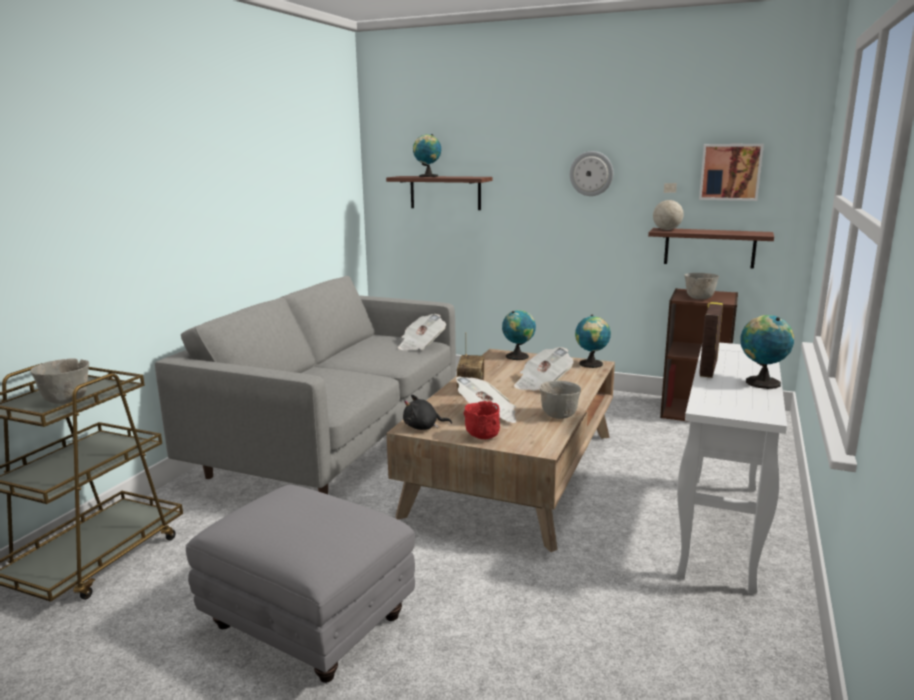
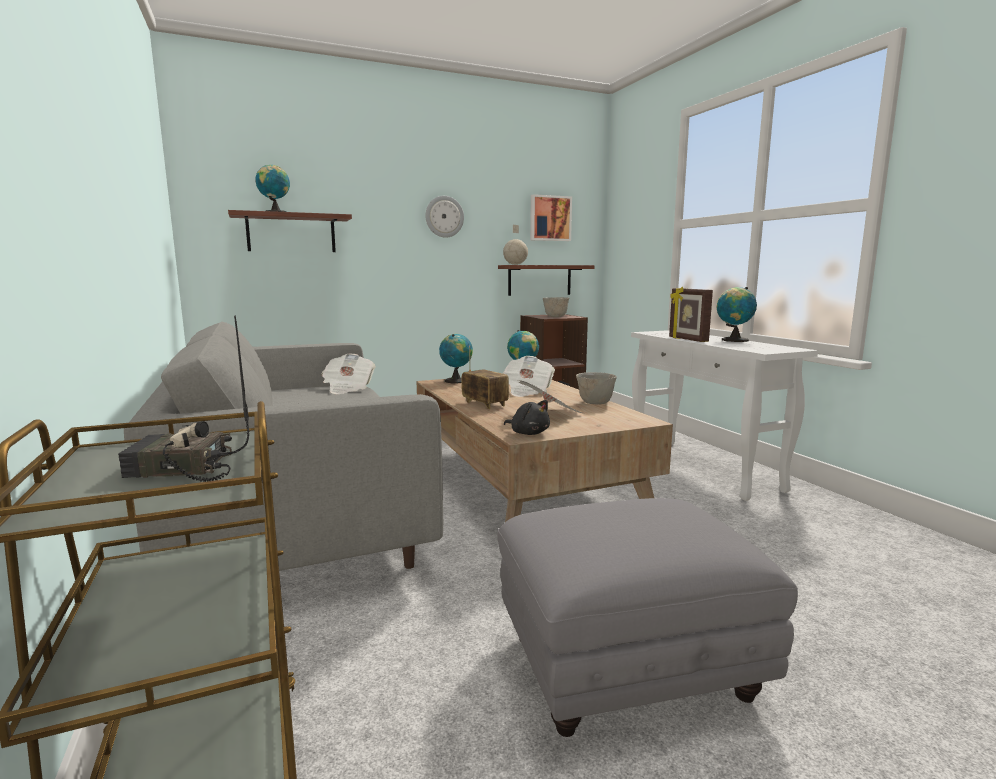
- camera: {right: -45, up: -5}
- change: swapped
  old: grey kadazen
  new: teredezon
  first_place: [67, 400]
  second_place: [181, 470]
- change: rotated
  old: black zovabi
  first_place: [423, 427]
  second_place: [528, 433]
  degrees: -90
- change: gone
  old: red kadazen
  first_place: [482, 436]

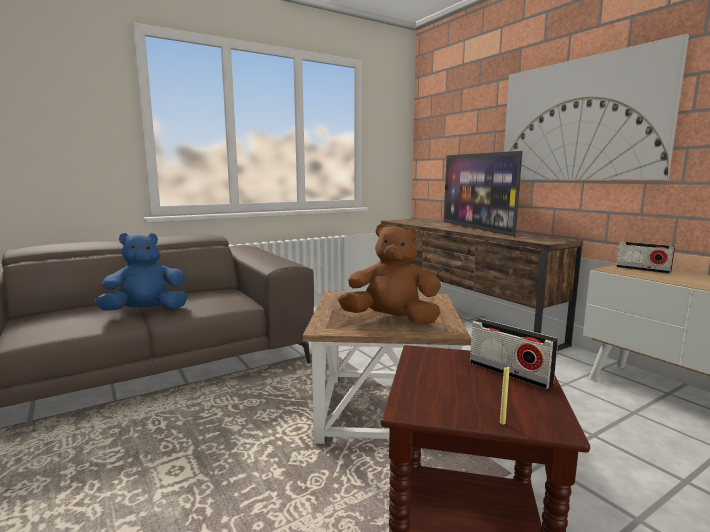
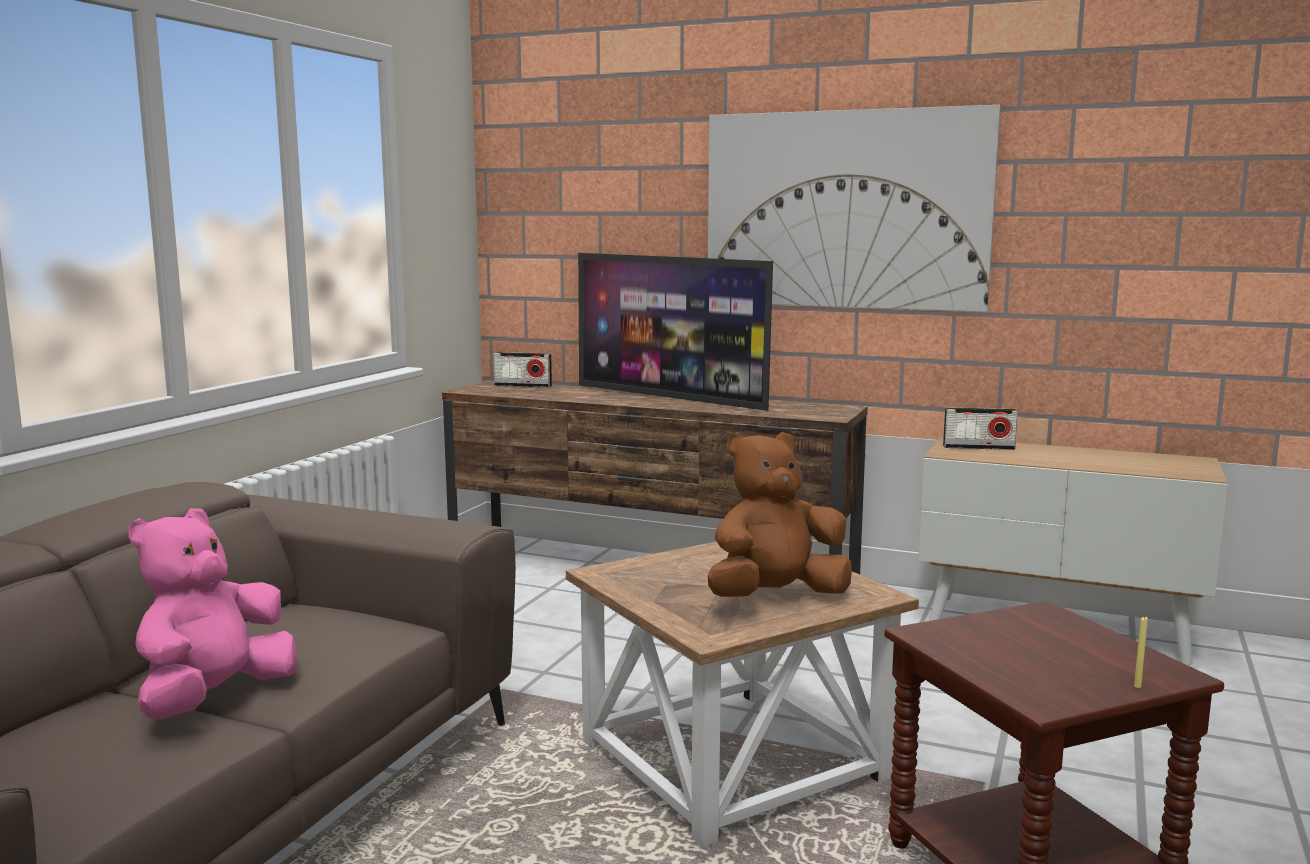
- camera: {right: -35, up: 0}
- change: repainted
  old: blue zovabi
  new: pink zovabi
  first_place: [146, 311]
  second_place: [214, 699]
- change: shifted
  old: teredezon
  first_place: [509, 373]
  second_place: [523, 386]

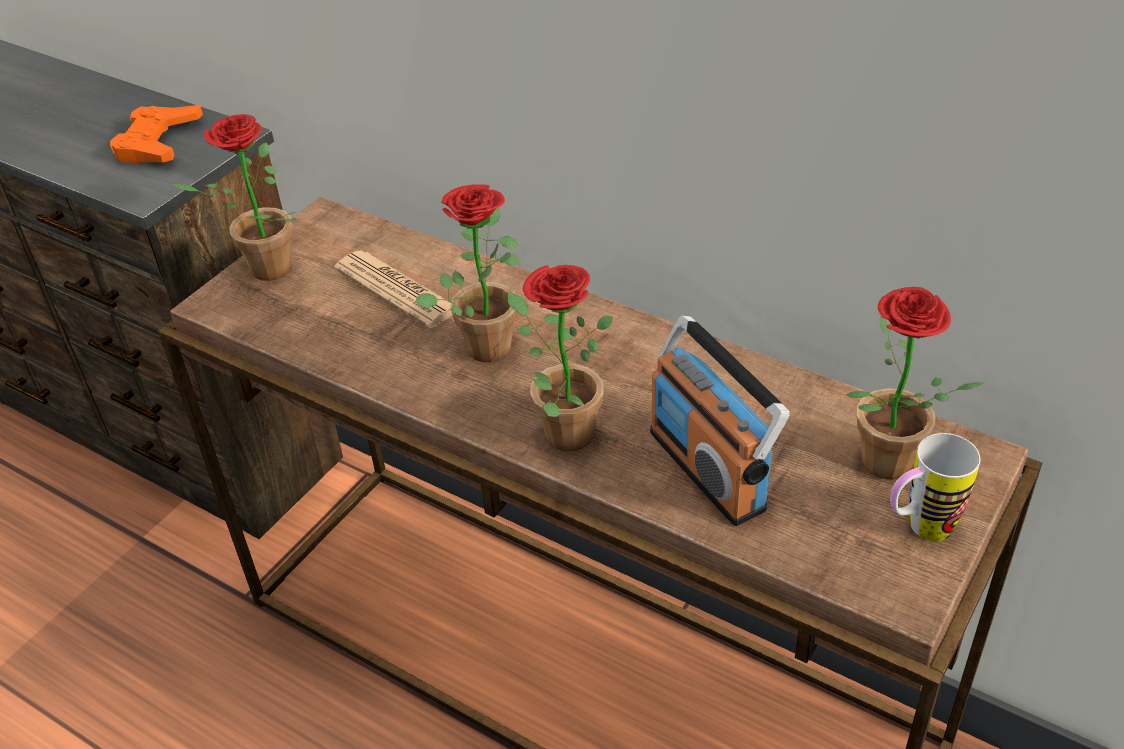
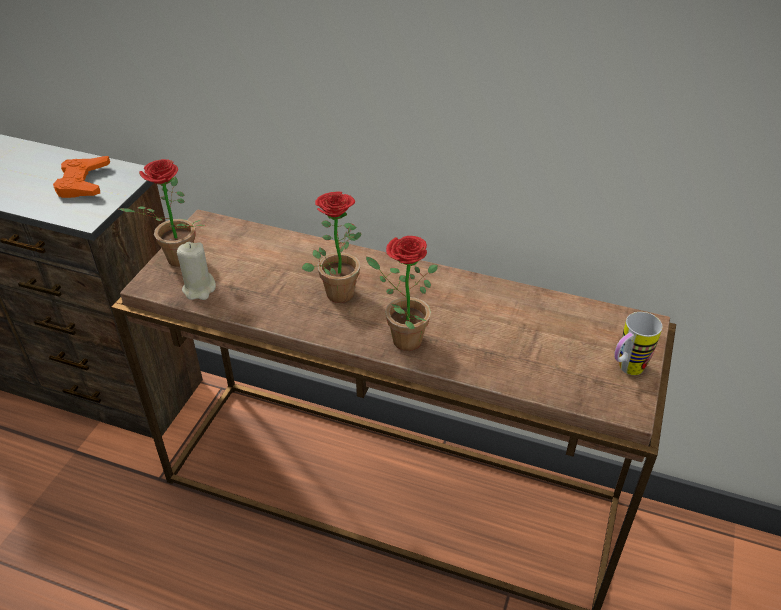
- camera: {right: -15, up: 0}
- change: gone
  old: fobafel
  first_place: [396, 290]
- change: gone
  old: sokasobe
  first_place: [885, 469]
- change: gone
  old: teredezon
  first_place: [708, 469]
- change: new
  new: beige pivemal
  second_place: [199, 289]

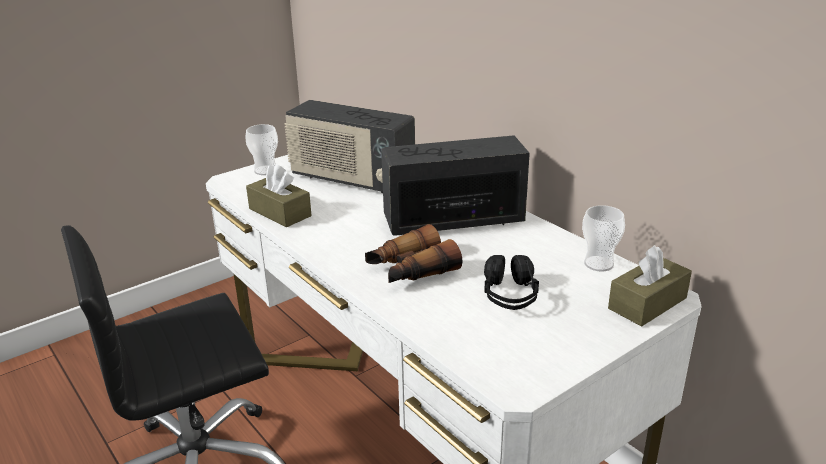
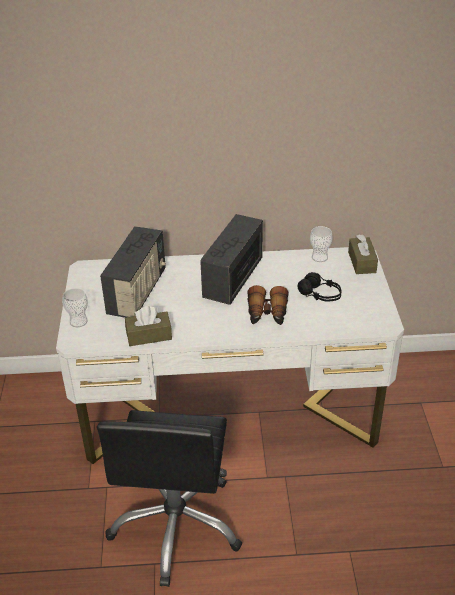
- camera: {right: -55, up: 10}
- change: rotated
  old: teredezon
  first_place: [351, 180]
  second_place: [138, 293]
  degrees: -45

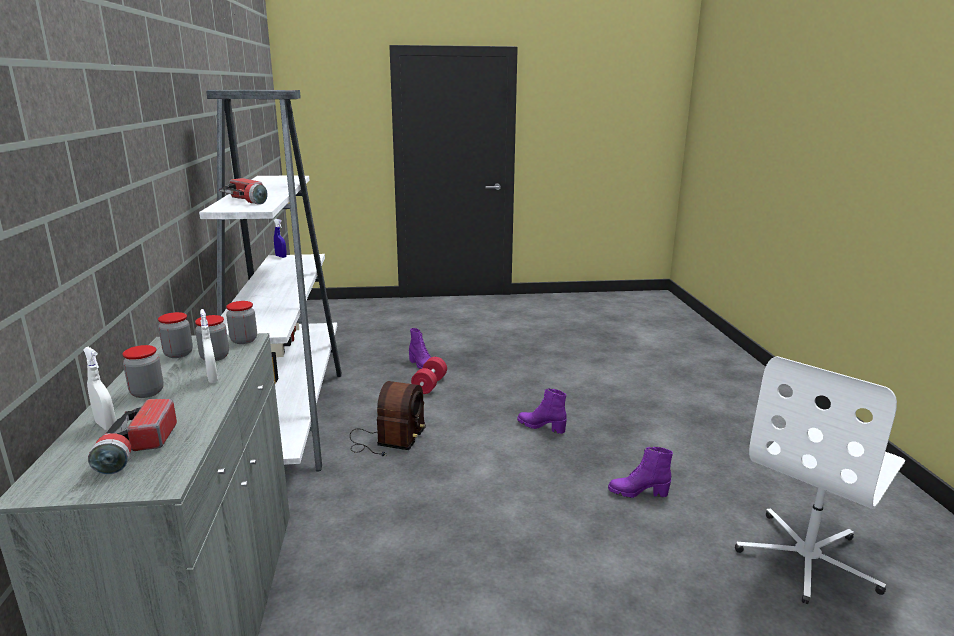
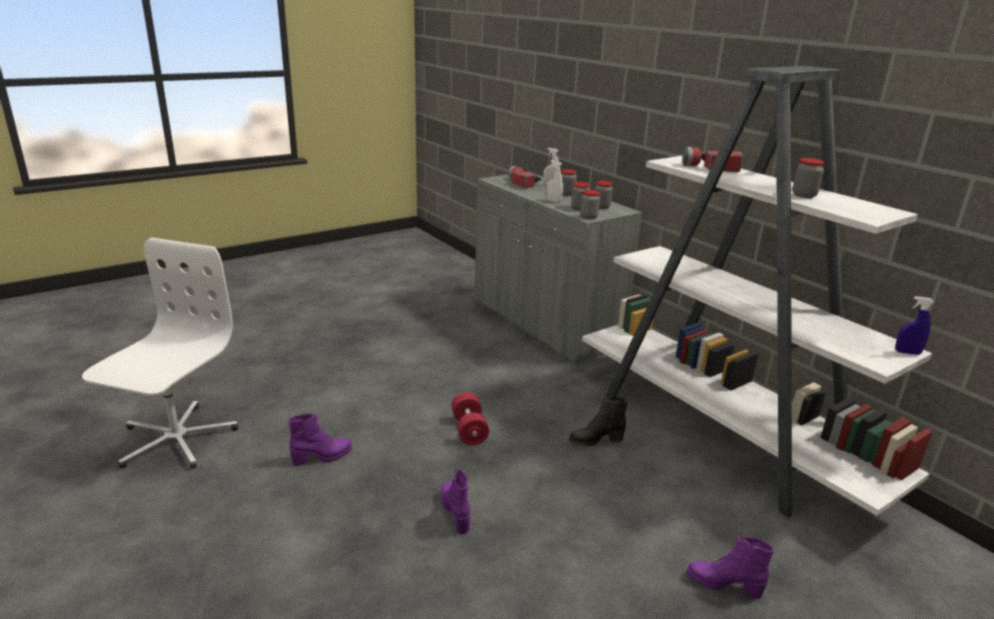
- camera: {right: 150, up: 5}
- change: shifted
  old: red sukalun
  first_place: [429, 385]
  second_place: [469, 430]
- change: swapped
  old: teredezon
  new: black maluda
  first_place: [387, 439]
  second_place: [596, 440]
- change: rotated
  old: purple maluda
  first_place: [541, 426]
  second_place: [456, 511]
  degrees: -105
- change: new
  new: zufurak
  second_place: [804, 195]

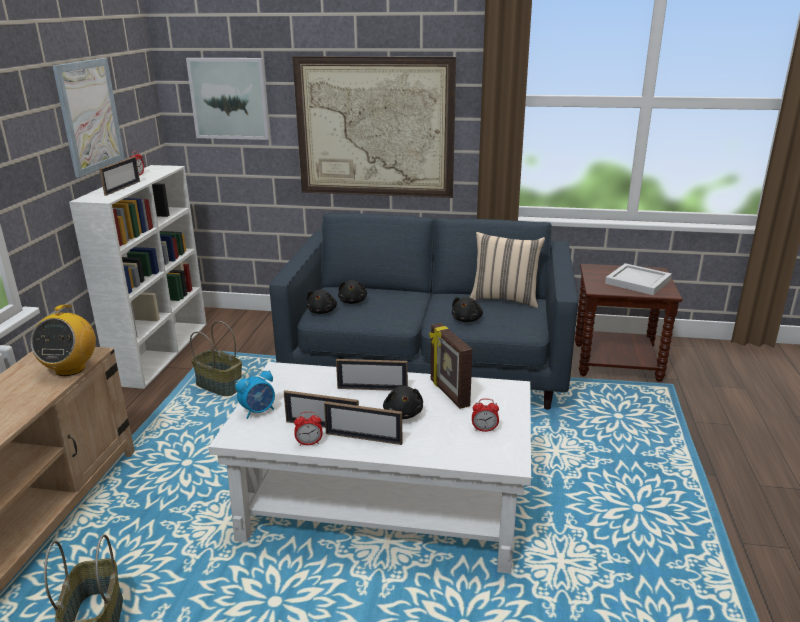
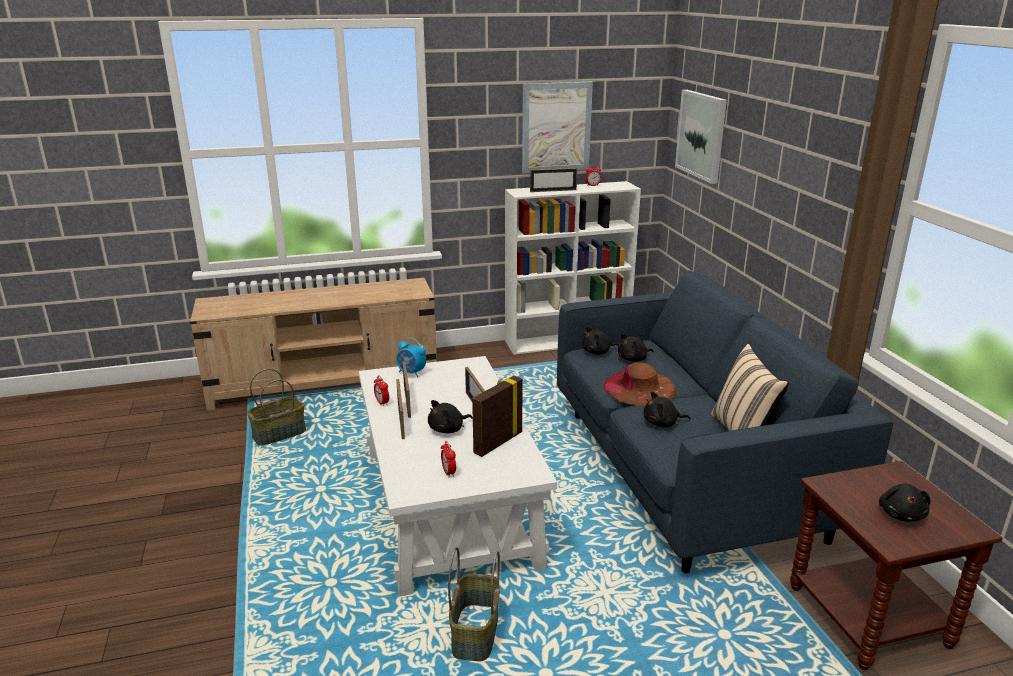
- camera: {right: 65, up: 0}
- change: gone
  old: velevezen
  first_place: [375, 128]
- change: swapped
  old: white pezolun
  new: black zovabi
  first_place: [637, 281]
  second_place: [901, 514]
- change: gone
  old: teredezon
  first_place: [70, 369]
- change: shifted
  old: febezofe
  first_place: [220, 386]
  second_place: [476, 634]
- change: new
  new: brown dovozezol
  second_place: [639, 388]

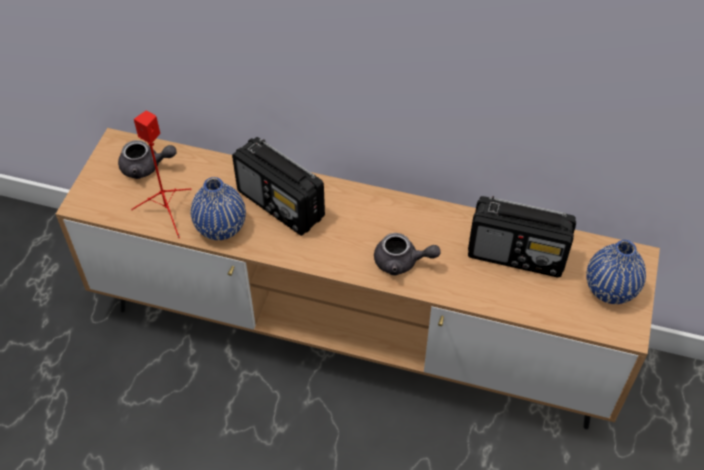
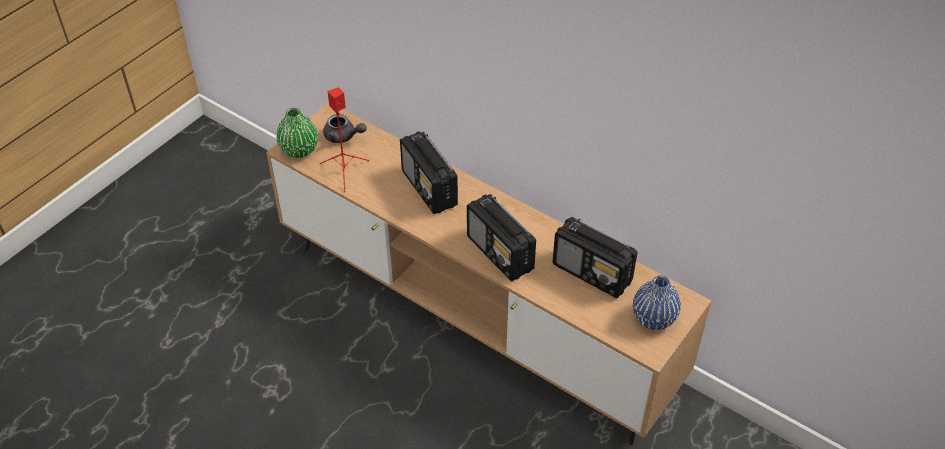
- camera: {right: 20, up: -5}
- change: gone
  old: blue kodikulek
  first_place: [221, 227]
- change: swapped
  old: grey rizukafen
  new: teredezon
  first_place: [402, 262]
  second_place: [500, 253]
- change: new
  new: green kodikulek
  second_place: [299, 150]

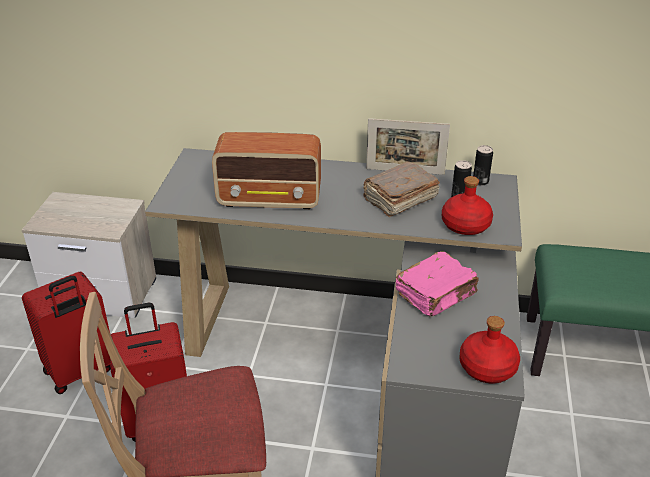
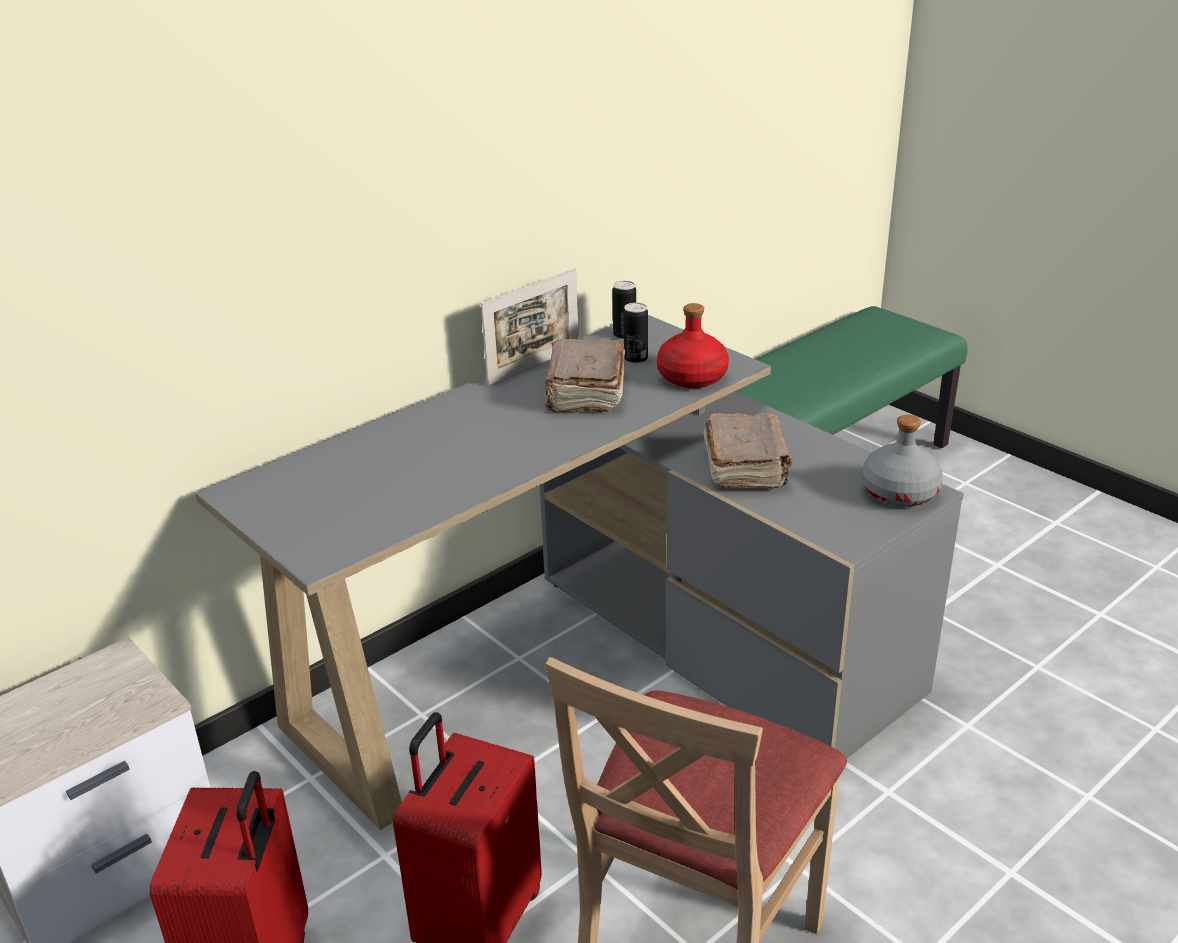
- camera: {right: -50, up: -5}
- change: gone
  old: teredezon
  first_place: [270, 199]
- change: repainted
  old: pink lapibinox
  new: brown lapibinox
  first_place: [436, 294]
  second_place: [746, 467]
- change: repainted
  old: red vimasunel
  new: grey vimasunel
  first_place: [487, 368]
  second_place: [900, 493]

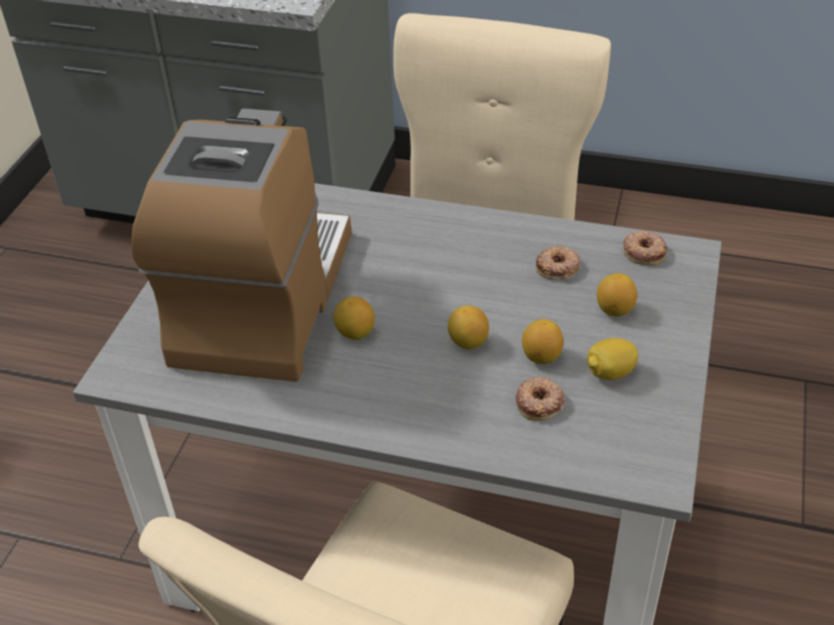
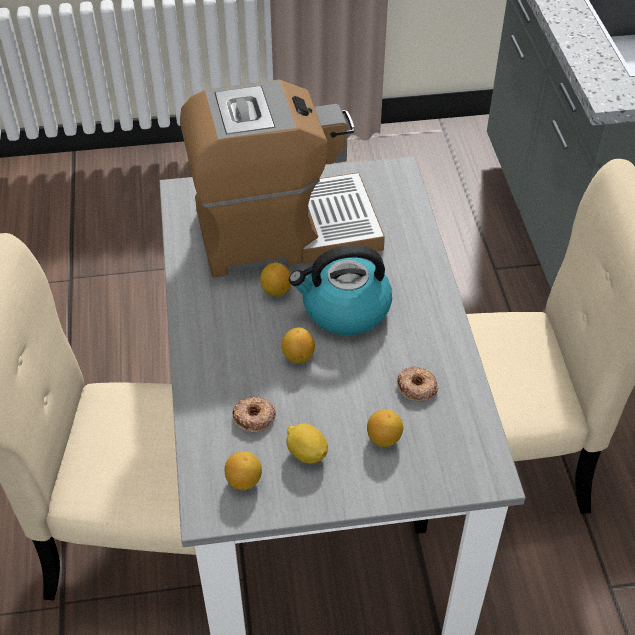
- camera: {right: 65, up: 5}
- change: gone
  old: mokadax
  first_place: [644, 251]
- change: shifted
  old: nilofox
  first_place: [541, 356]
  second_place: [244, 480]
- change: new
  new: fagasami
  second_place: [344, 309]

